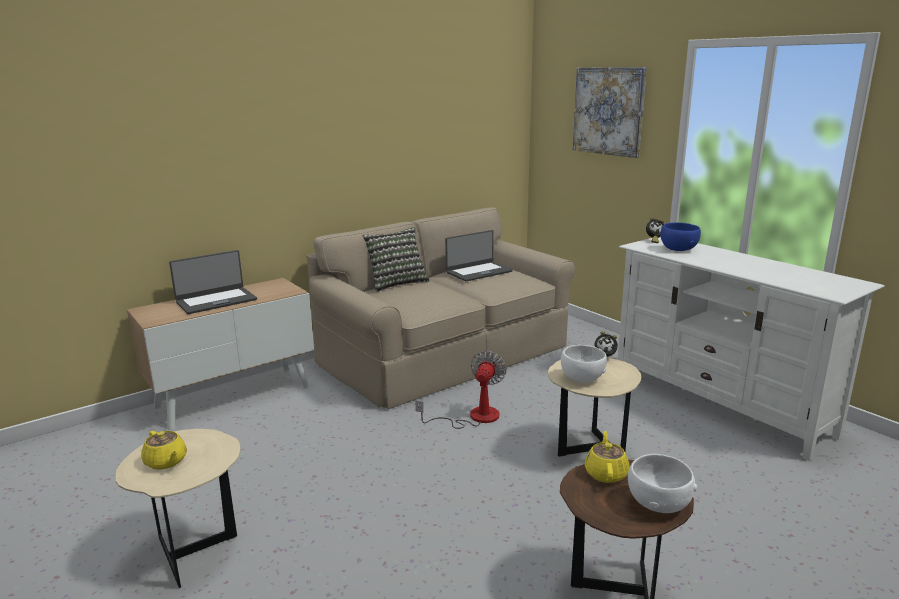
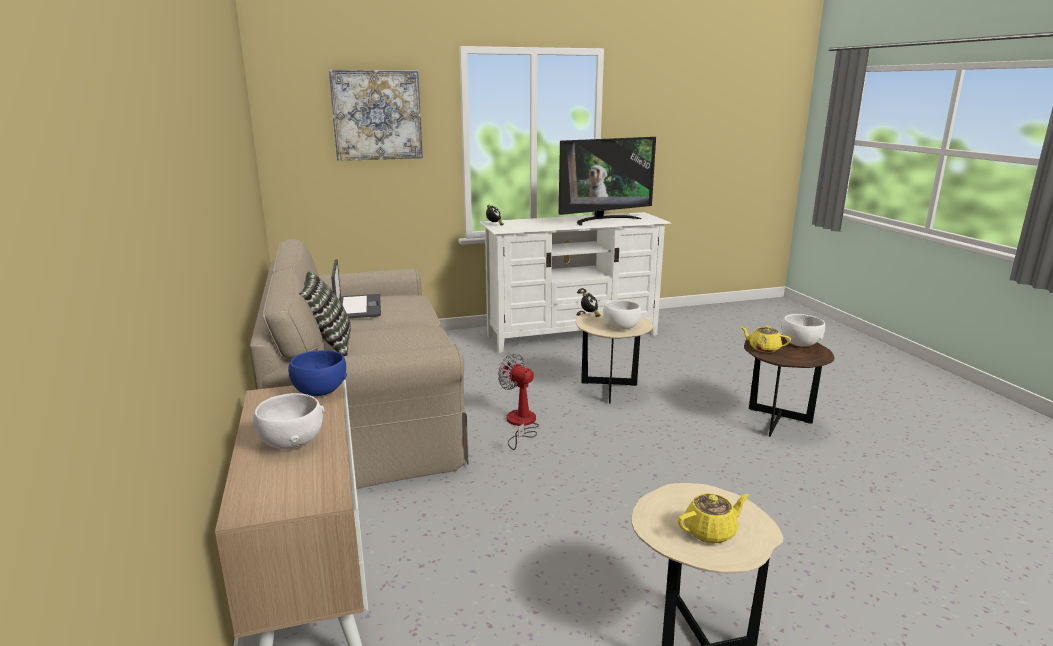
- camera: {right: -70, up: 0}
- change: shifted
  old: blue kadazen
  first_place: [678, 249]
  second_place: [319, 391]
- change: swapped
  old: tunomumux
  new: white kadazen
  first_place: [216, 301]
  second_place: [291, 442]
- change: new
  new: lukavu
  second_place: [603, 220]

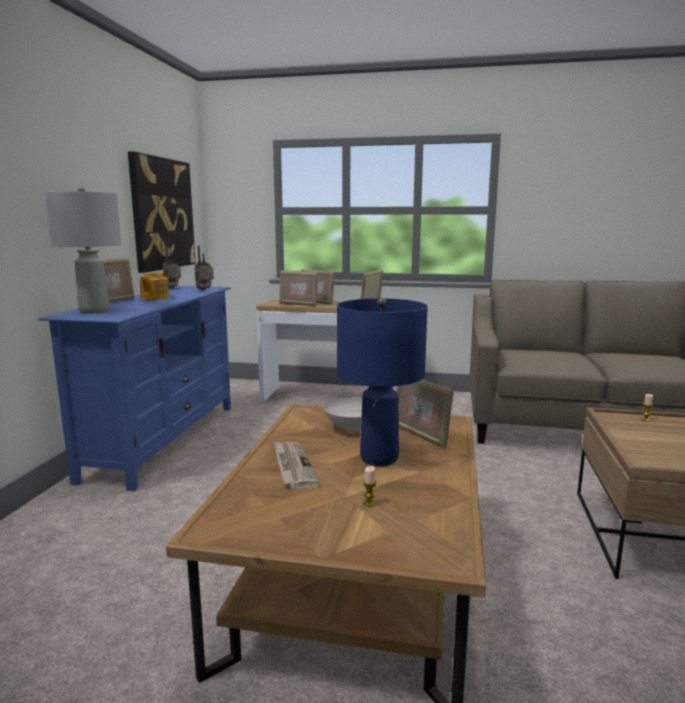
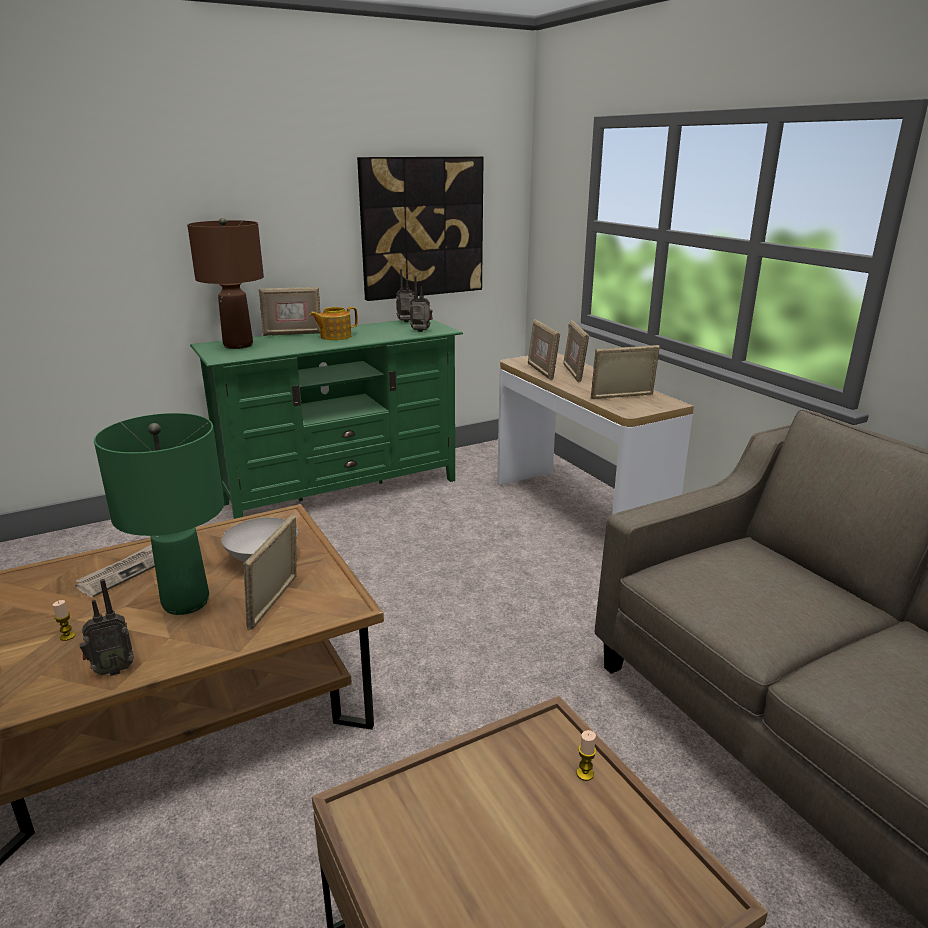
- camera: {right: 50, up: 10}
- change: repainted
  old: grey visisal
  new: brown visisal
  first_place: [94, 311]
  second_place: [238, 345]
- change: repainted
  old: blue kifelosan
  new: green kifelosan
  first_place: [163, 440]
  second_place: [342, 491]
- change: repainted
  old: blue visisal
  new: green visisal
  first_place: [379, 458]
  second_place: [185, 603]
- change: new
  new: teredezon
  second_place: [112, 670]

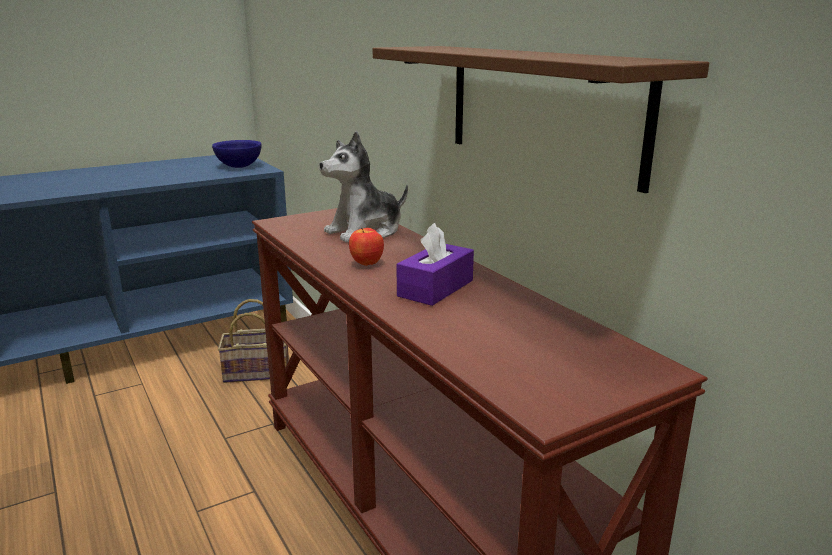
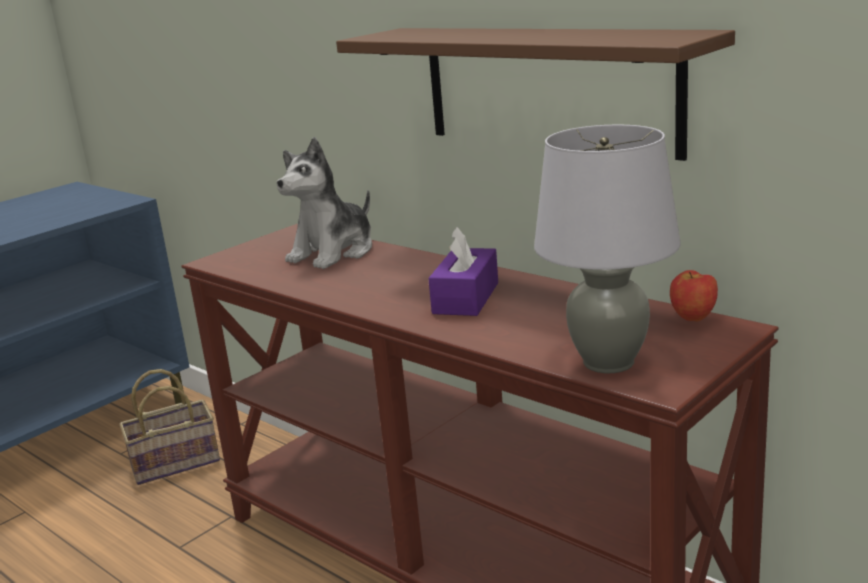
- camera: {right: -15, up: 0}
- change: gone
  old: blue kadazen
  first_place: [239, 167]
- change: shifted
  old: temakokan
  first_place: [367, 264]
  second_place: [693, 319]
- change: new
  new: grey visisal
  second_place: [609, 362]

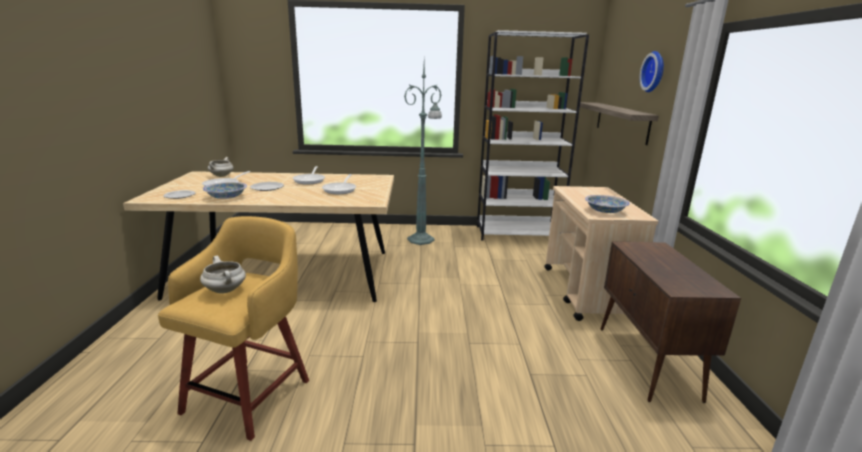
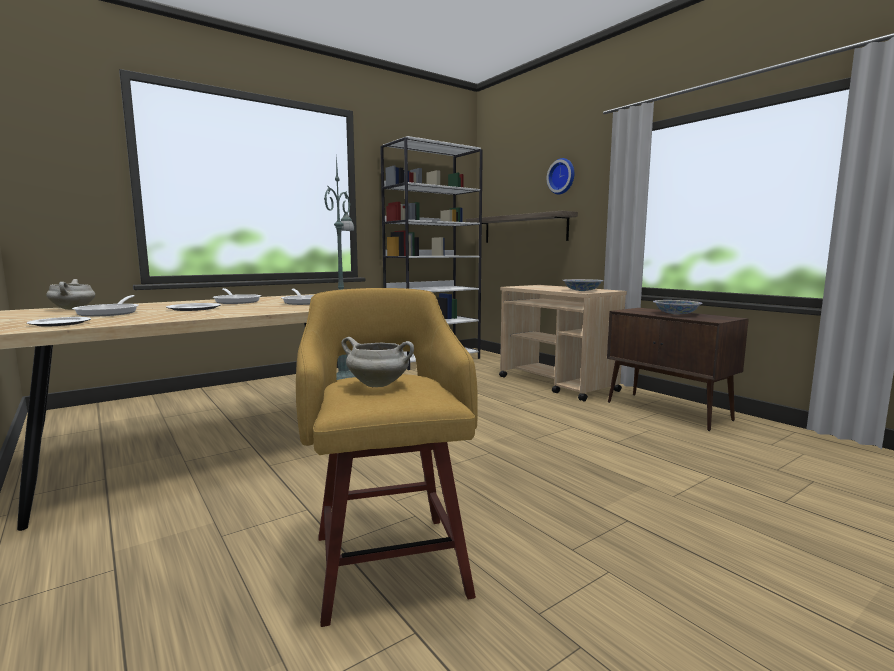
- camera: {right: -35, up: -10}
- change: shifted
  old: kadazen
  first_place: [226, 197]
  second_place: [676, 314]

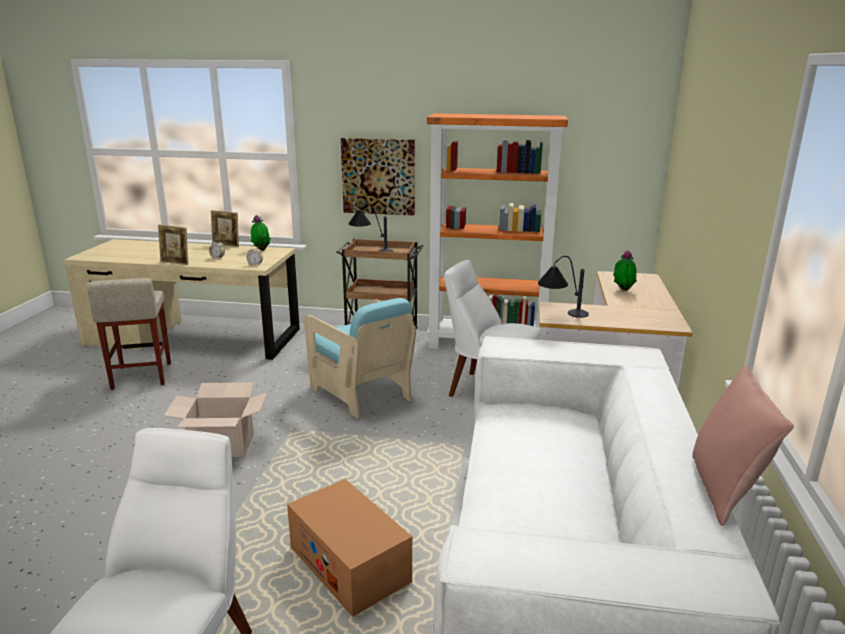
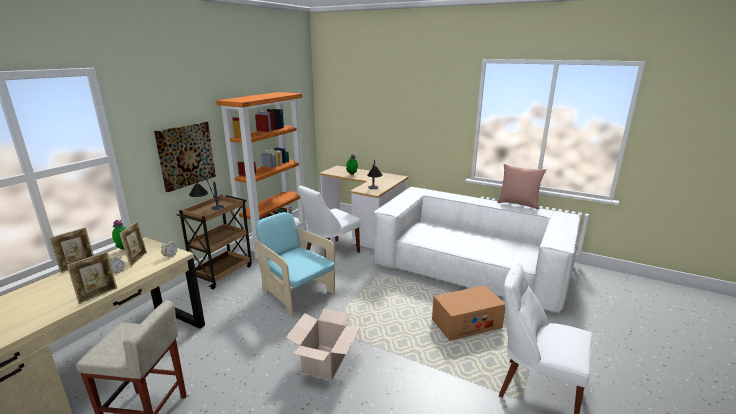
- camera: {right: -70, up: 0}
- change: rotated
  old: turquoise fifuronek
  first_place: [362, 392]
  second_place: [297, 293]
  degrees: -120
- change: new
  new: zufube
  second_place: [137, 259]

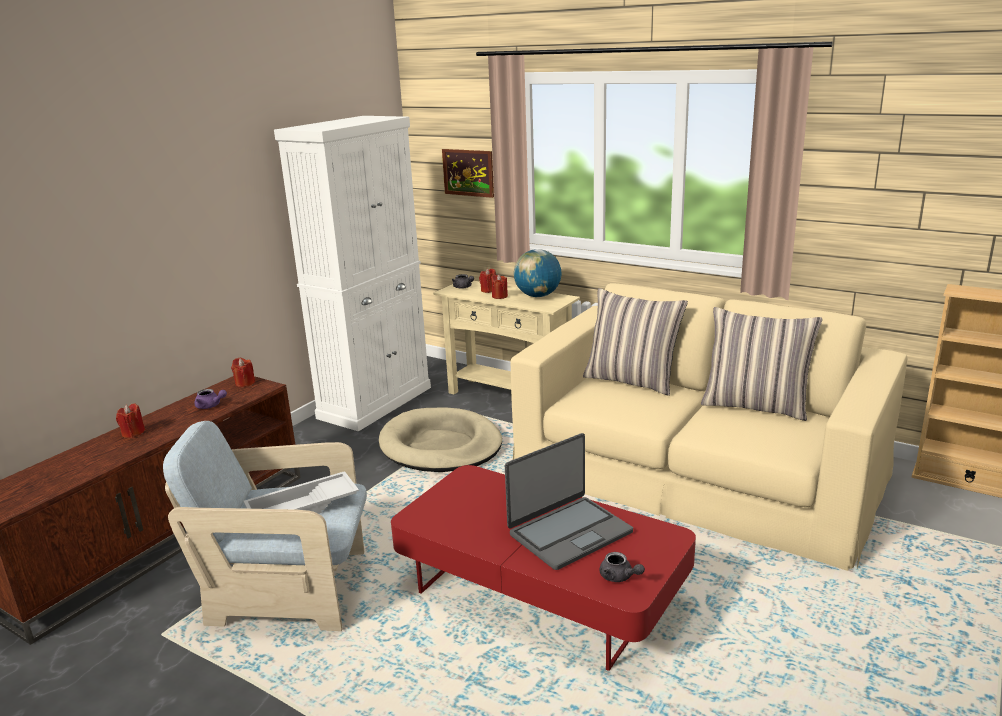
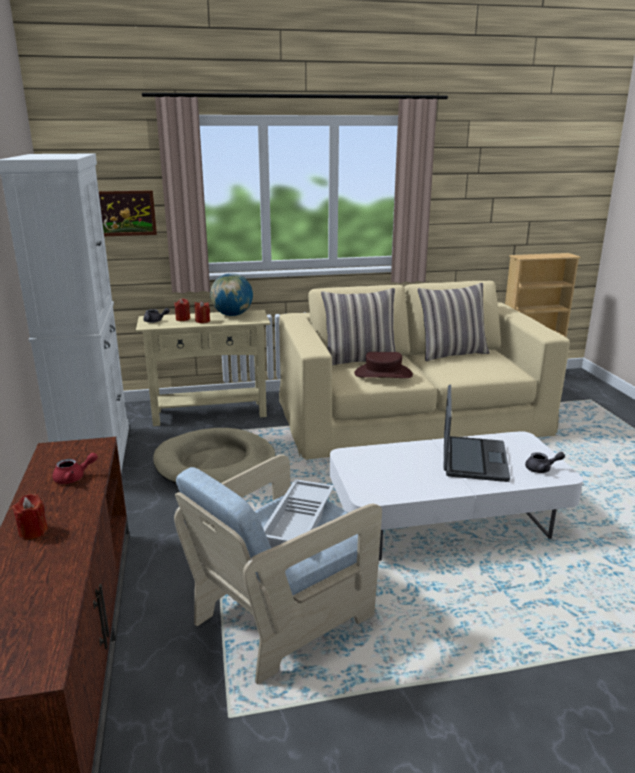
- camera: {right: -45, up: 0}
- change: gone
  old: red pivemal
  first_place: [245, 383]
- change: repainted
  old: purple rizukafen
  new: red rizukafen
  first_place: [210, 406]
  second_place: [74, 478]
- change: repainted
  old: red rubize
  new: white rubize
  first_place: [540, 592]
  second_place: [446, 520]
- change: new
  new: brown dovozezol
  second_place: [383, 374]

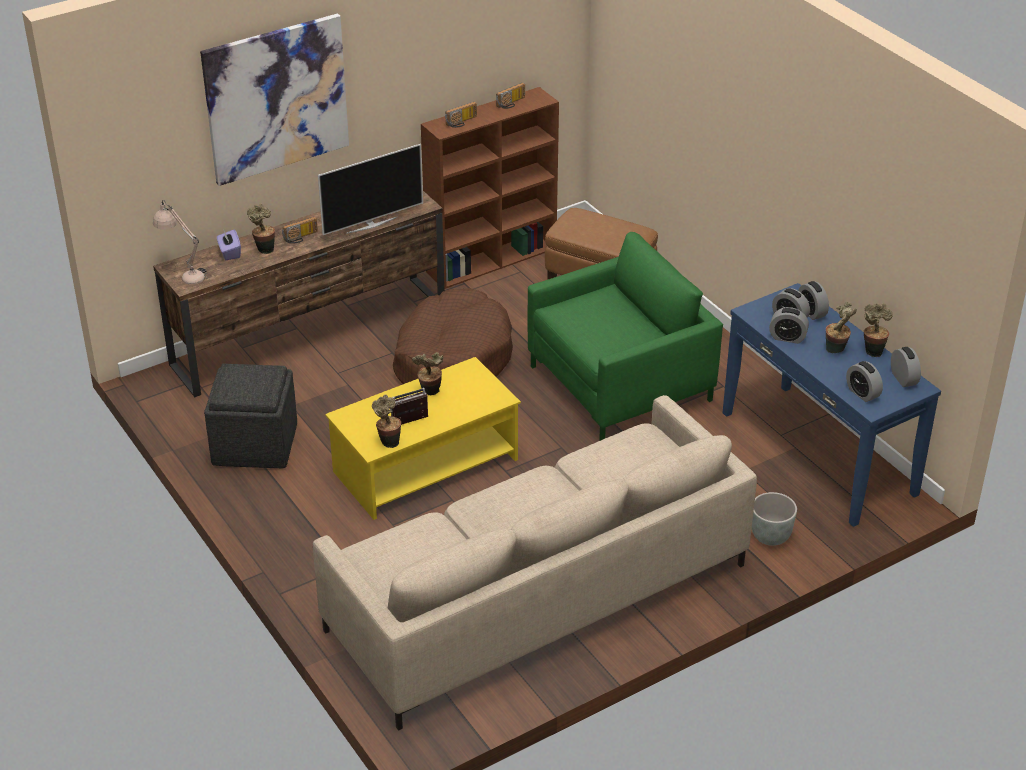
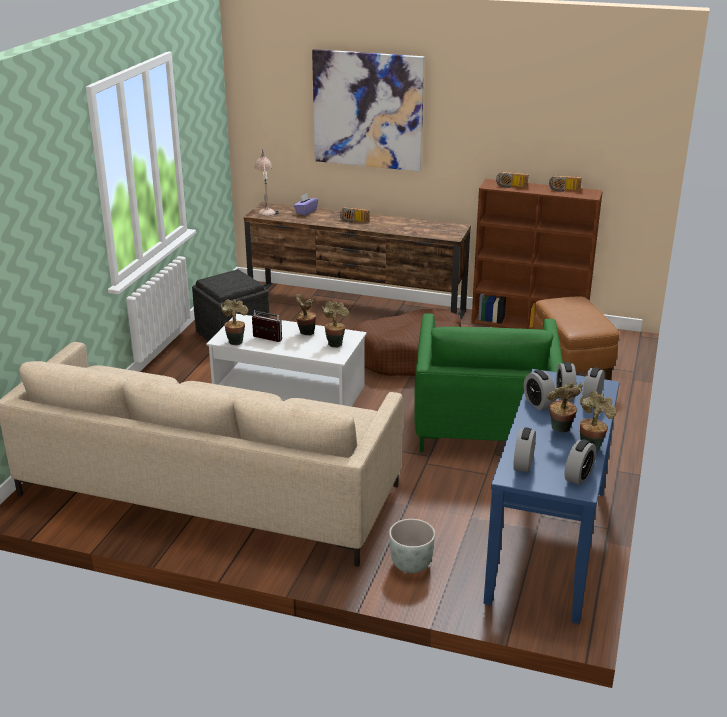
- camera: {right: 50, up: -10}
- change: gone
  old: lukavu
  first_place: [371, 224]
- change: shifted
  old: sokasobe
  first_place: [264, 249]
  second_place: [335, 343]
- change: rotated
  old: green fifuronek
  first_place: [620, 383]
  second_place: [484, 422]
  degrees: 75
- change: repainted
  old: yellow rubize
  new: white rubize
  first_place: [424, 466]
  second_place: [288, 392]

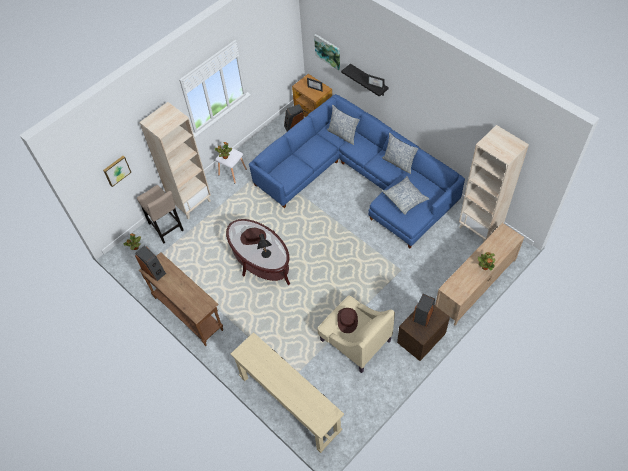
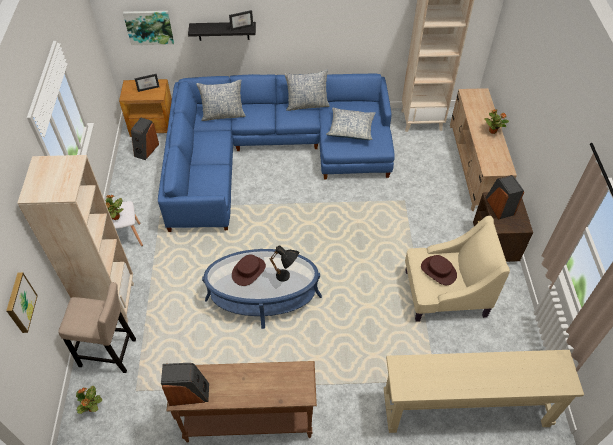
- camera: {right: -50, up: -5}
- change: repainted
  old: brown rubize
  new: blue rubize
  first_place: [260, 260]
  second_place: [263, 298]

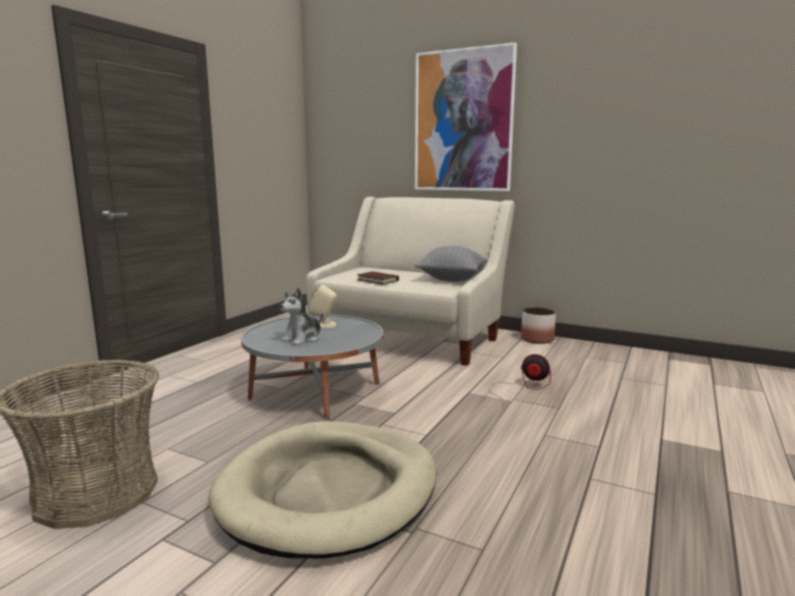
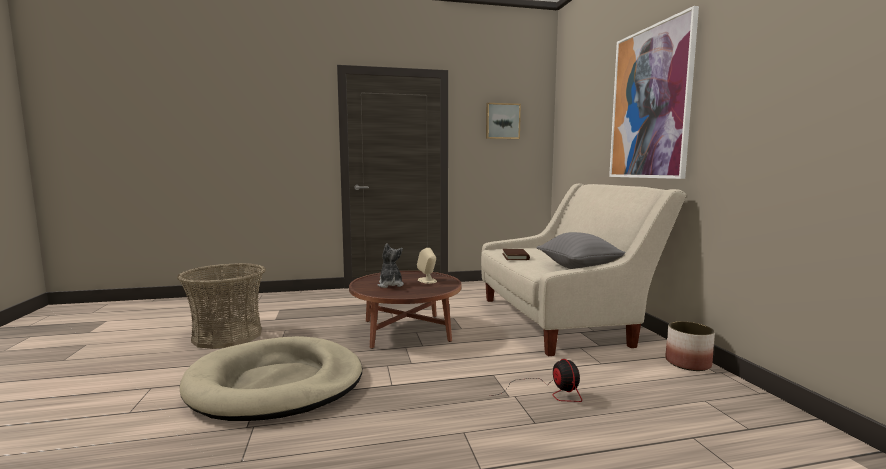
- camera: {right: 50, up: -5}
- change: rotated
  old: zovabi
  first_place: [303, 339]
  second_place: [390, 285]
  degrees: 75
- change: repainted
  old: grey rubize
  new: brown rubize
  first_place: [315, 391]
  second_place: [406, 331]
- change: new
  new: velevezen
  second_place: [502, 121]

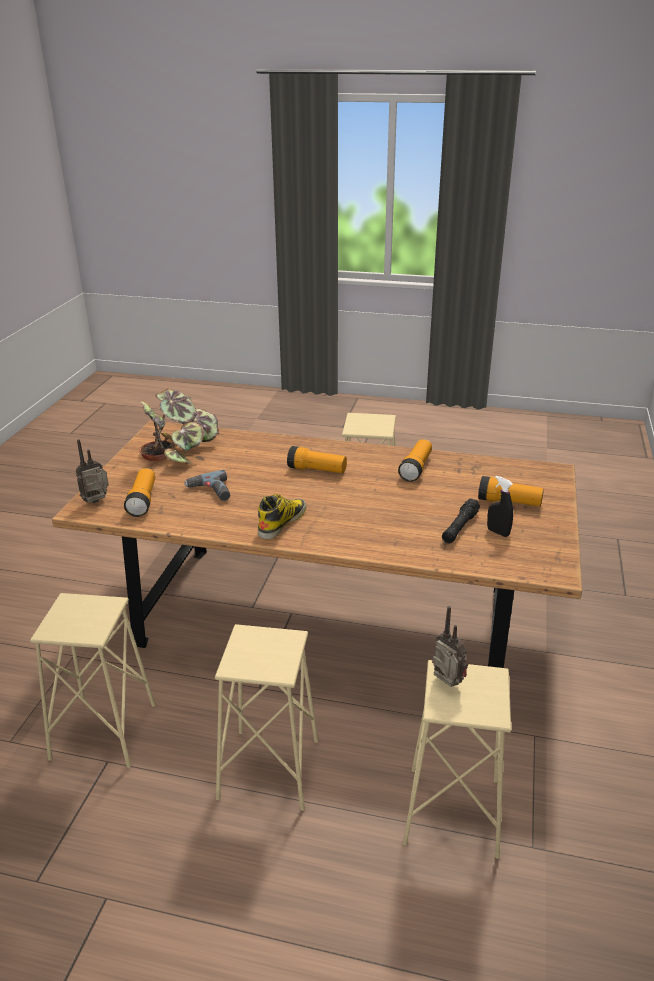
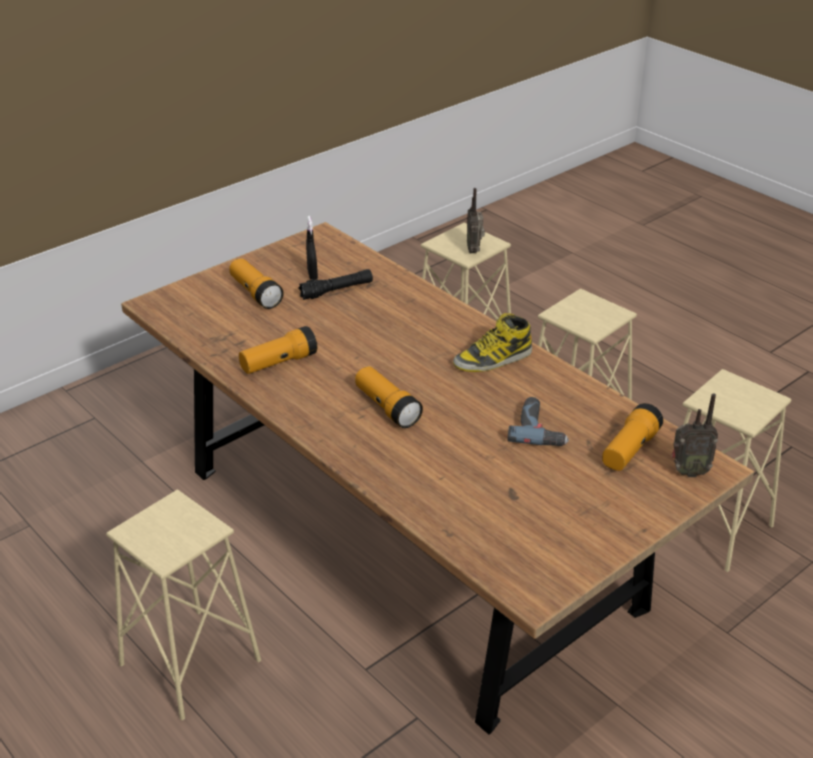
- camera: {right: -145, up: 5}
- change: gone
  old: sokasobe
  first_place: [180, 451]

